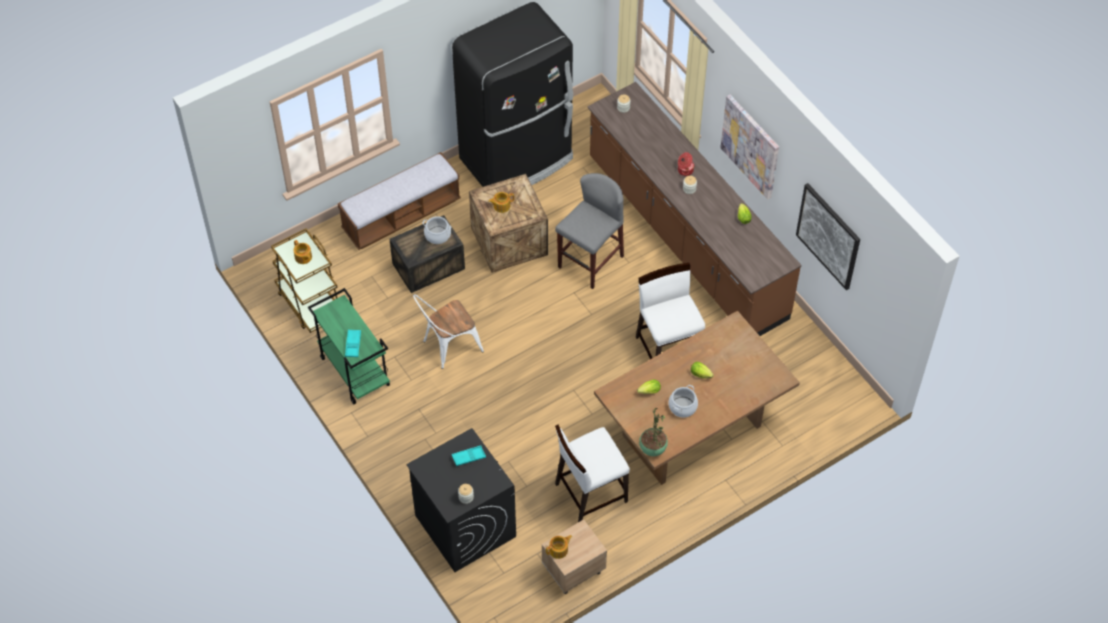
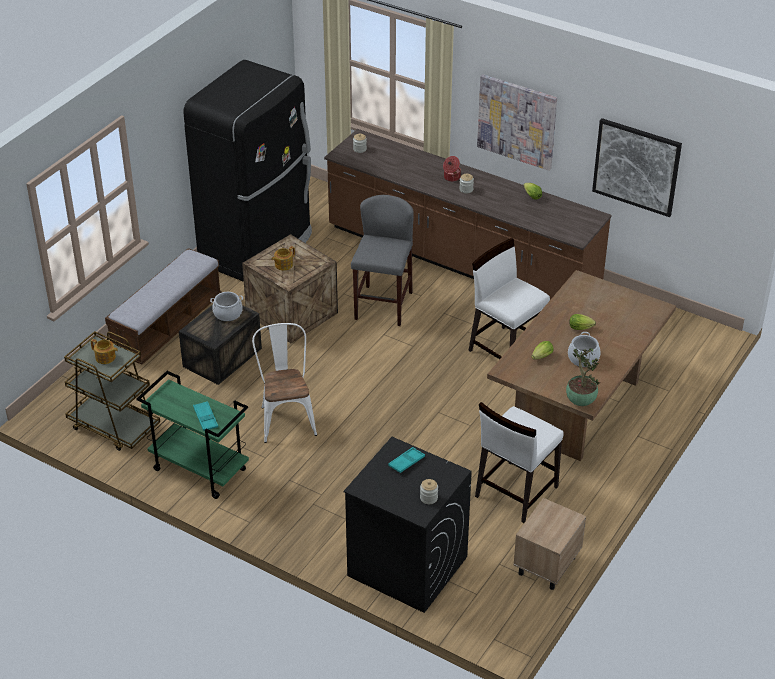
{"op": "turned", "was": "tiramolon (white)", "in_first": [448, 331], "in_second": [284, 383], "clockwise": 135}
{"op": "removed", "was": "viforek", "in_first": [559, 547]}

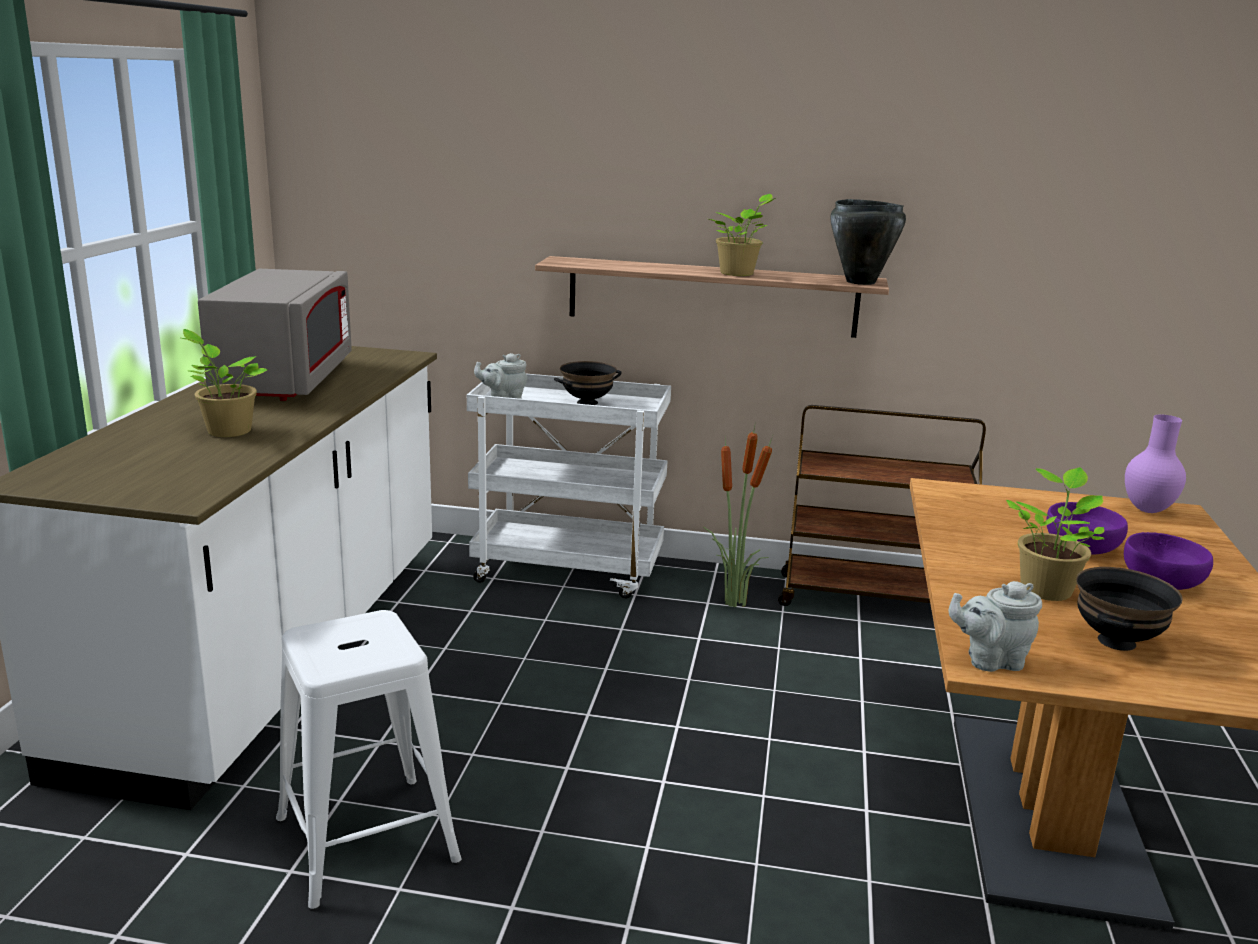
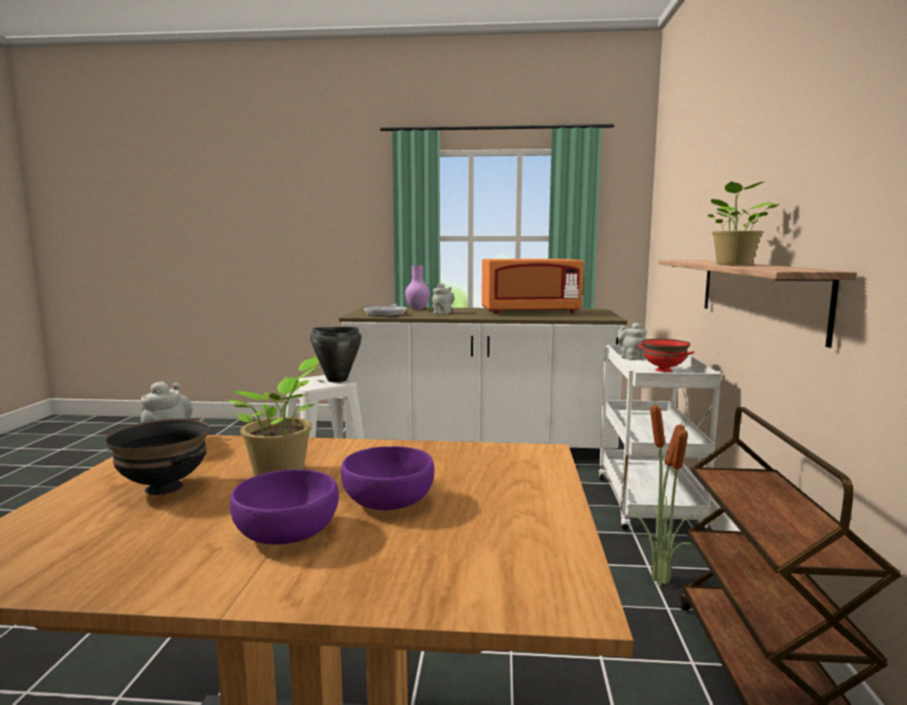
{"op": "moved", "was": "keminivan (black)", "in_first": [868, 242], "in_second": [336, 354]}
{"op": "recoloured", "was": "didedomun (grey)", "now": "didedomun (orange)", "in_first": [275, 335], "in_second": [533, 286]}
{"op": "replaced", "was": "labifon", "now": "viforek (grey)", "in_first": [224, 383], "in_second": [443, 298]}
{"op": "recoloured", "was": "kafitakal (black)", "now": "kafitakal (red)", "in_first": [587, 383], "in_second": [666, 355]}
{"op": "moved", "was": "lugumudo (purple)", "in_first": [1155, 463], "in_second": [417, 287]}
{"op": "added", "now": "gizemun", "in_second": [385, 310]}

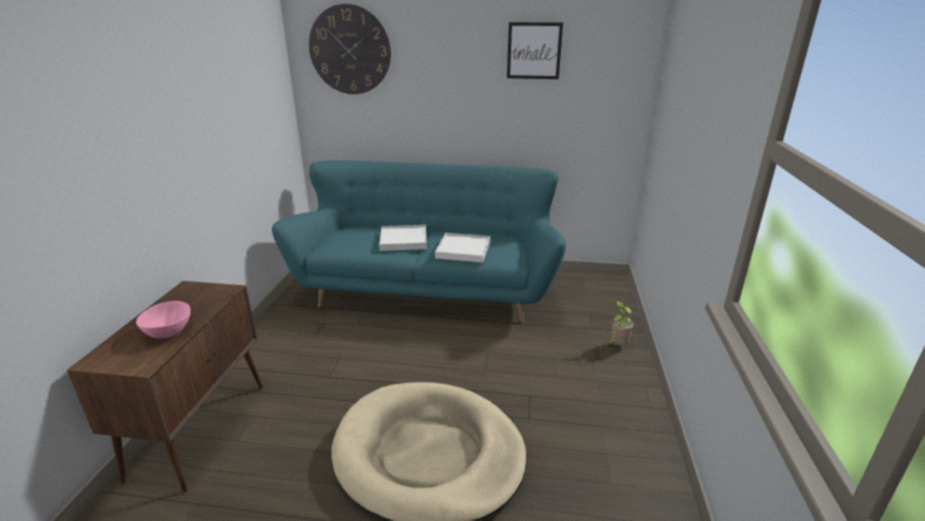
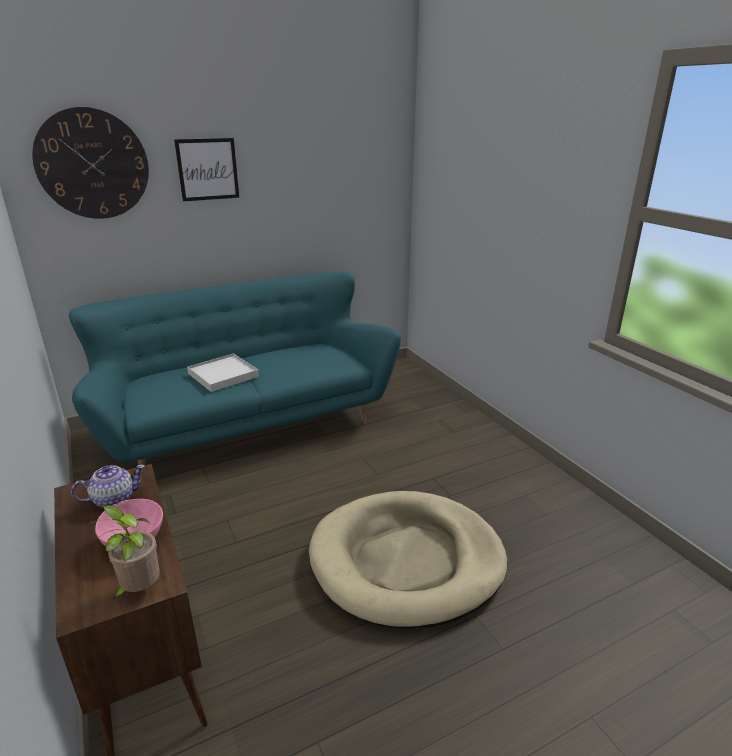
{"op": "moved", "was": "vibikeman", "in_first": [535, 50], "in_second": [206, 169]}
{"op": "removed", "was": "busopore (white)", "in_first": [462, 248]}
{"op": "moved", "was": "labifon", "in_first": [621, 322], "in_second": [125, 552]}
{"op": "added", "now": "viforek", "in_second": [108, 486]}

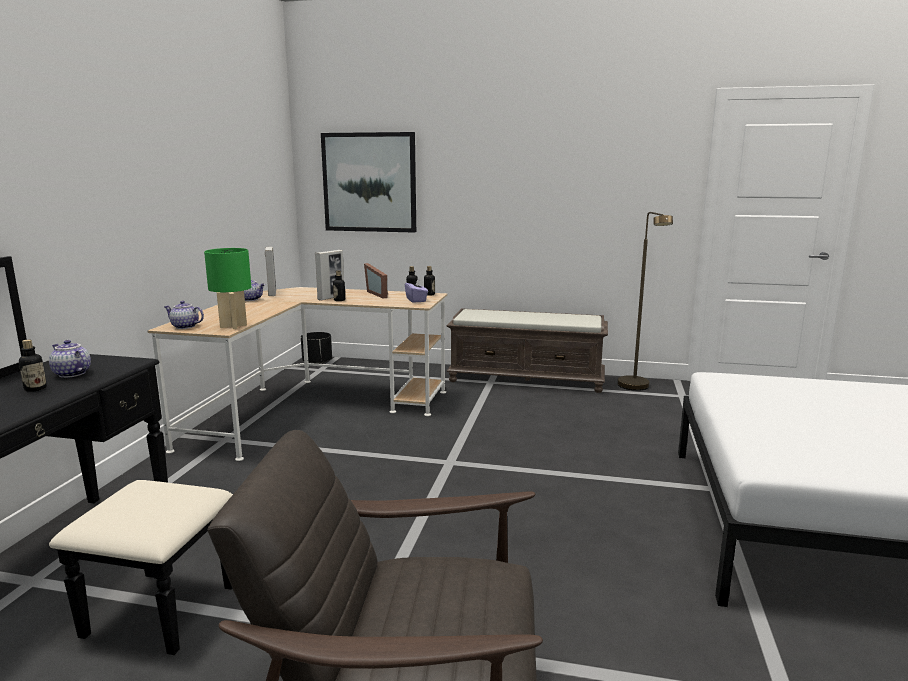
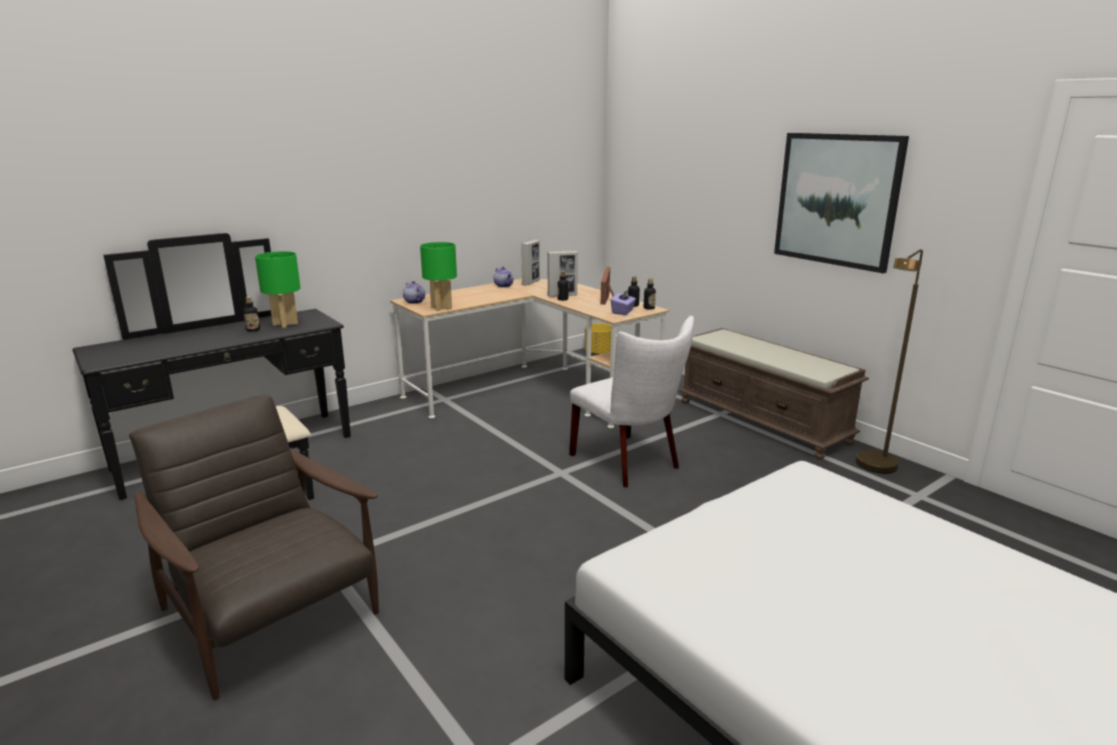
{"op": "moved", "was": "vibikeman", "in_first": [368, 182], "in_second": [841, 203]}
{"op": "recoloured", "was": "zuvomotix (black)", "now": "zuvomotix (yellow)", "in_first": [316, 348], "in_second": [598, 339]}
{"op": "replaced", "was": "viforek", "now": "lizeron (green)", "in_first": [70, 359], "in_second": [278, 289]}
{"op": "added", "now": "tiramolon (white)", "in_second": [631, 401]}

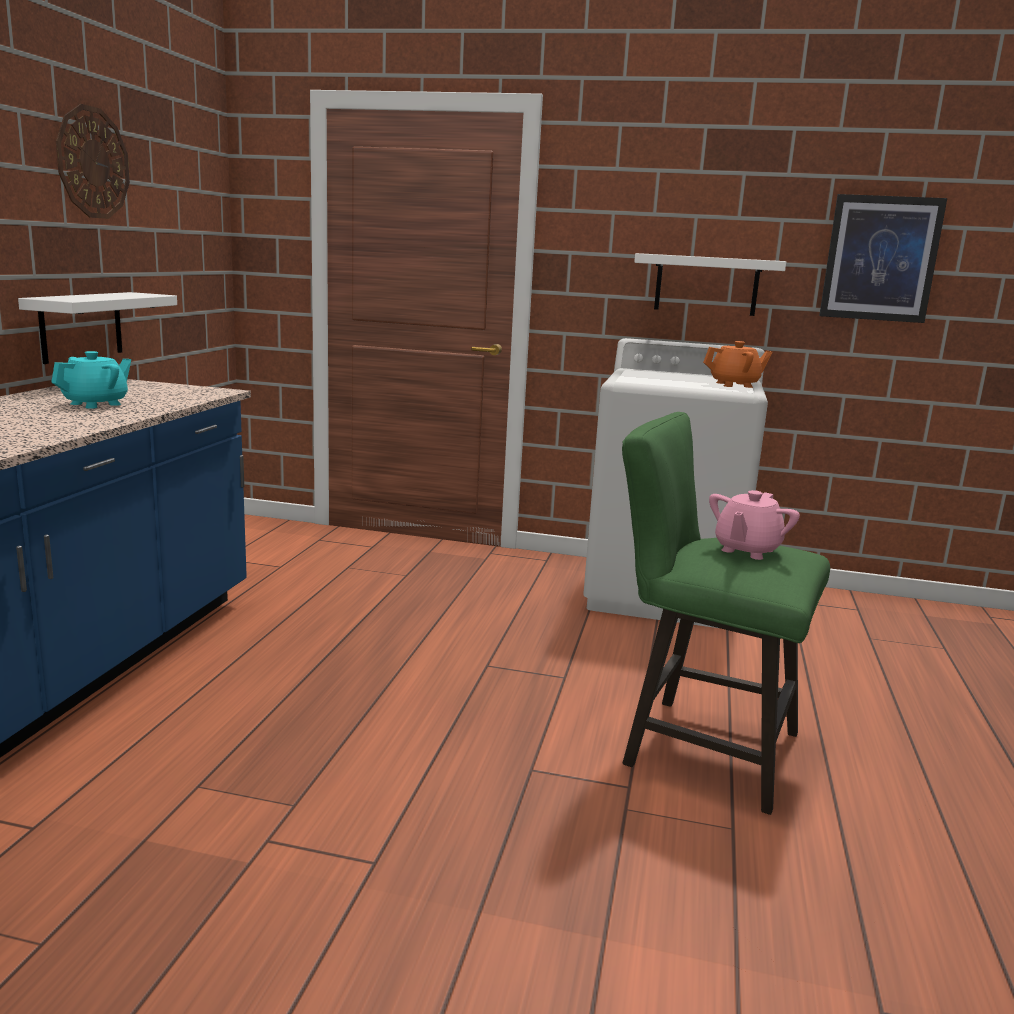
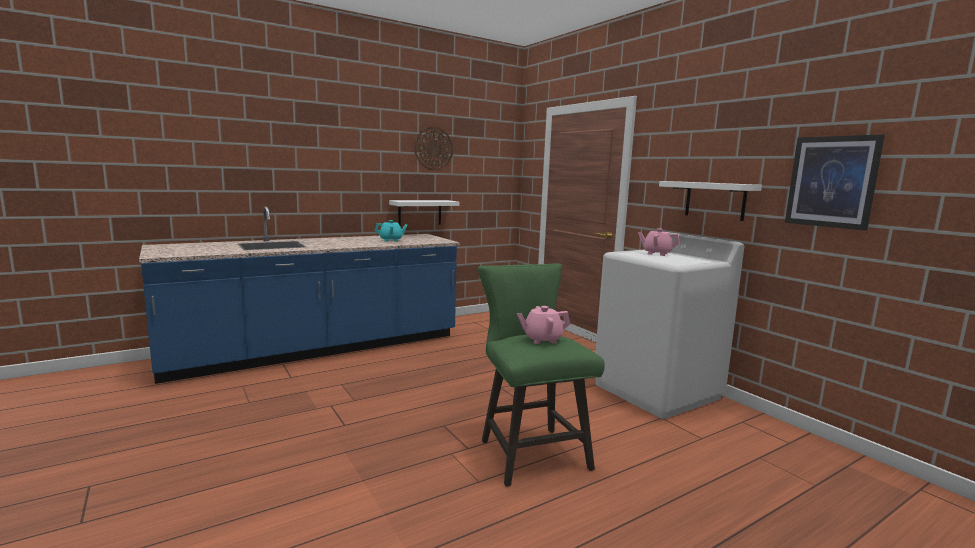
{"op": "removed", "was": "viforek (orange)", "in_first": [737, 364]}
{"op": "added", "now": "viforek (pink)", "in_second": [659, 242]}

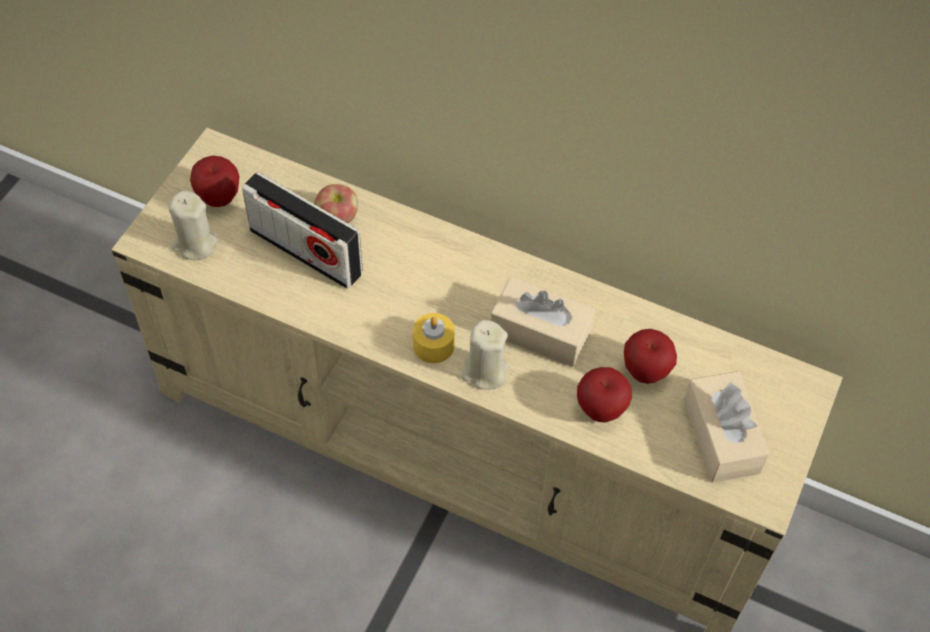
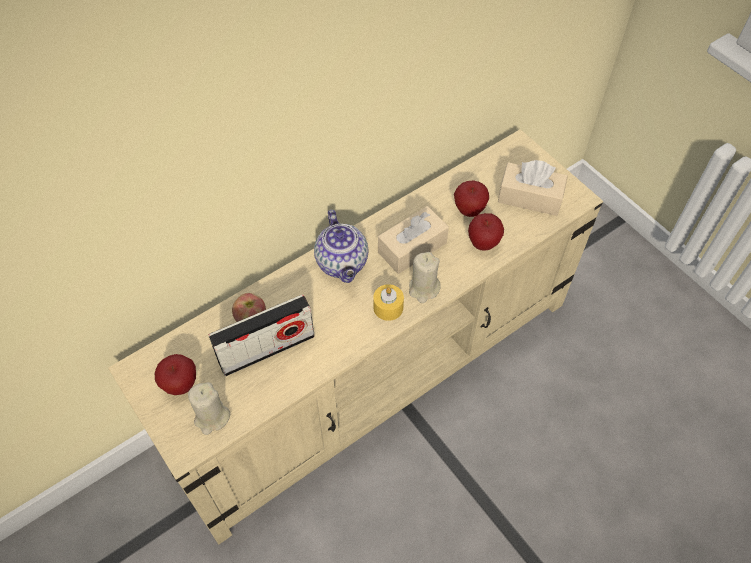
{"op": "added", "now": "viforek", "in_second": [341, 246]}

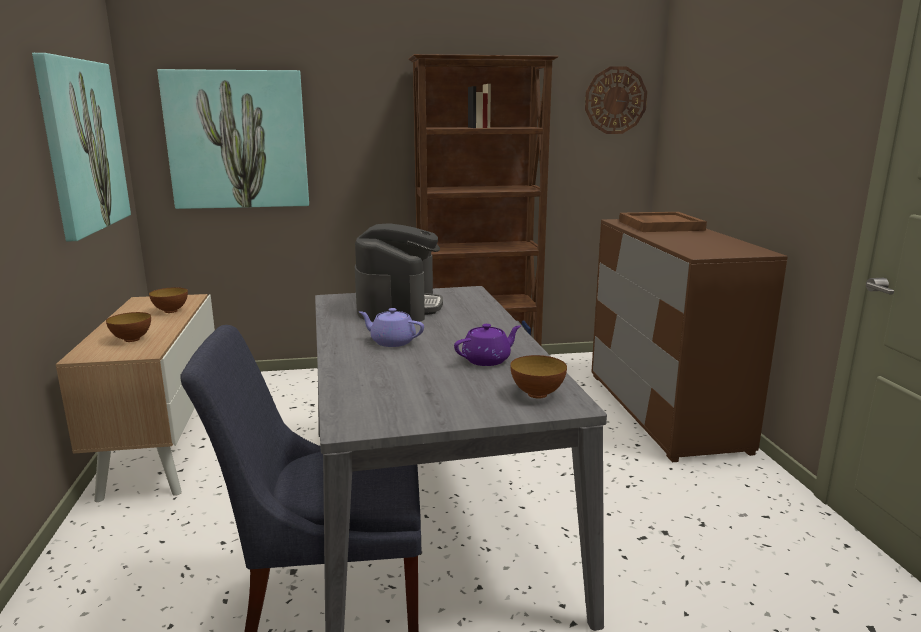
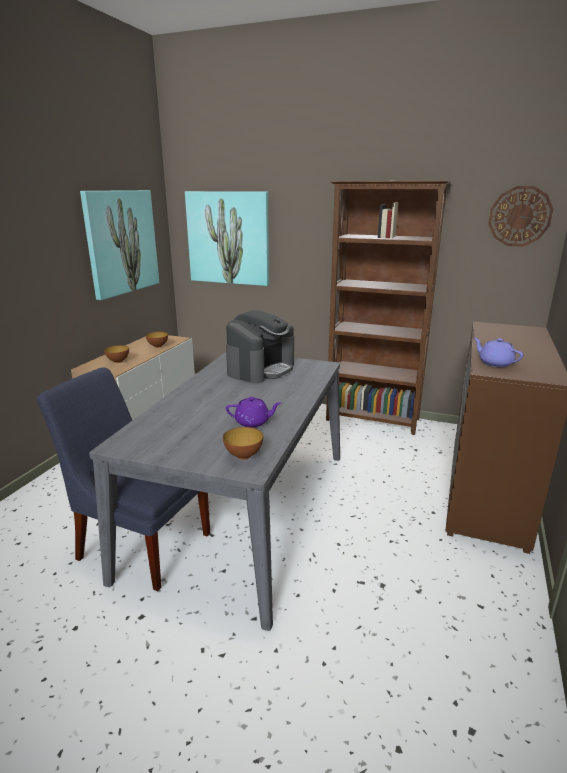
{"op": "removed", "was": "busopore (brown)", "in_first": [663, 222]}
{"op": "moved", "was": "viforek (purple)", "in_first": [391, 327], "in_second": [498, 352]}

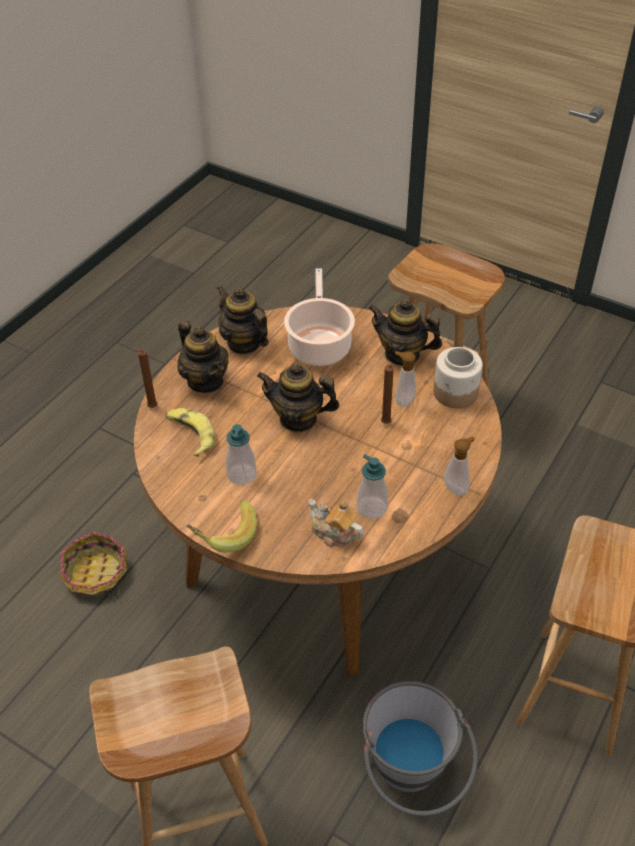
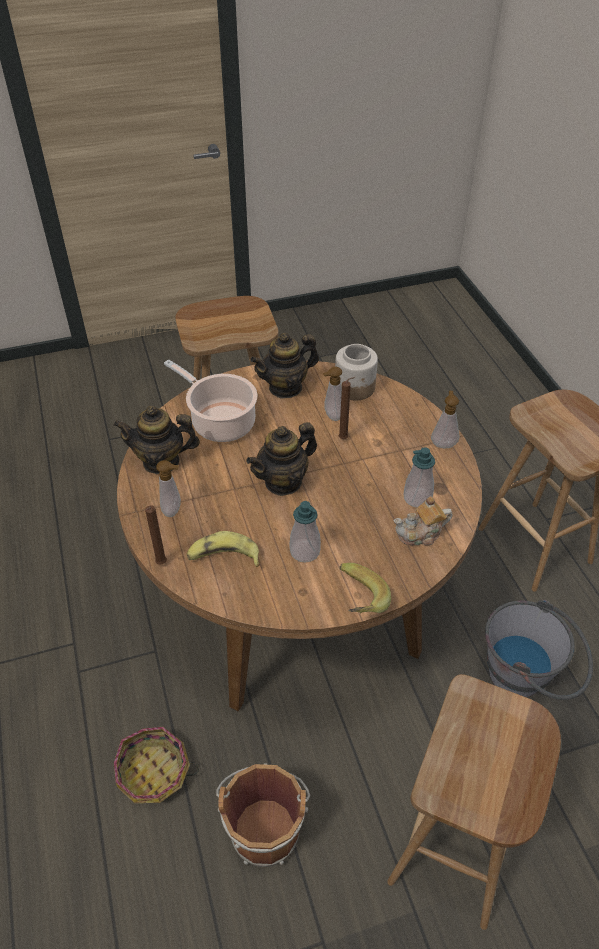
{"op": "replaced", "was": "viforek", "now": "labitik", "in_first": [202, 356], "in_second": [168, 488]}
{"op": "added", "now": "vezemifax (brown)", "in_second": [263, 815]}

